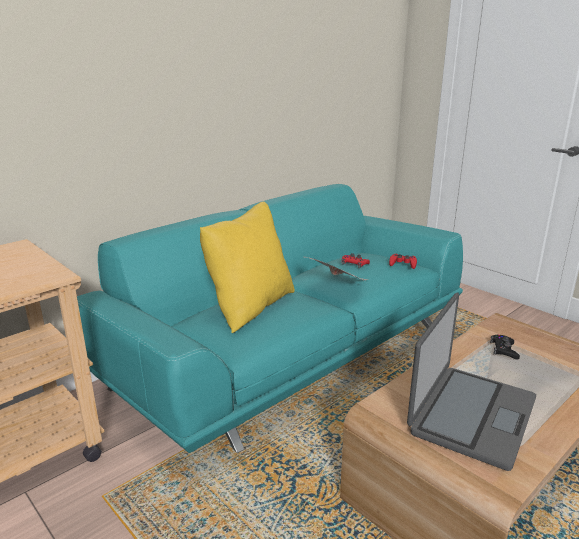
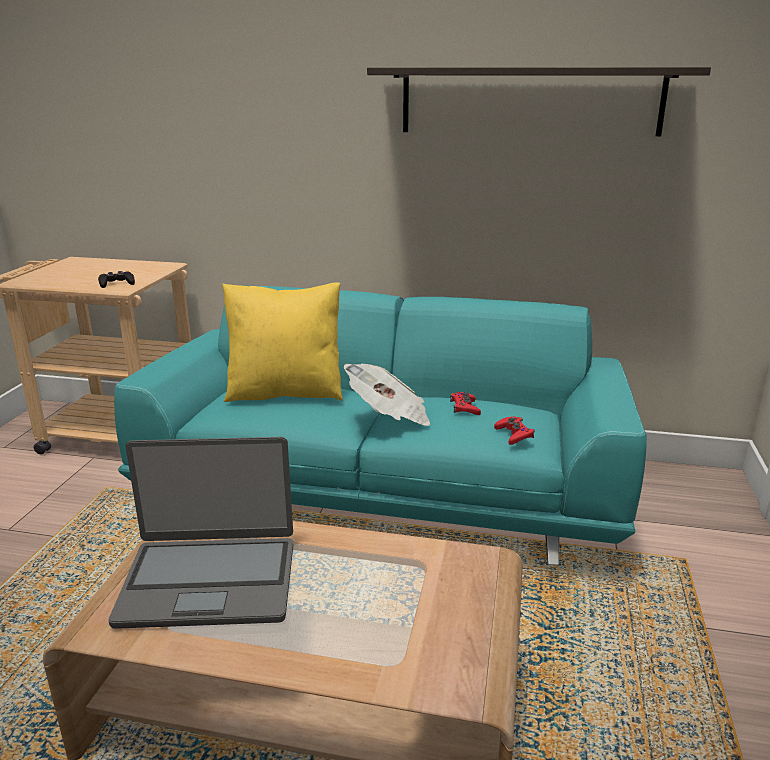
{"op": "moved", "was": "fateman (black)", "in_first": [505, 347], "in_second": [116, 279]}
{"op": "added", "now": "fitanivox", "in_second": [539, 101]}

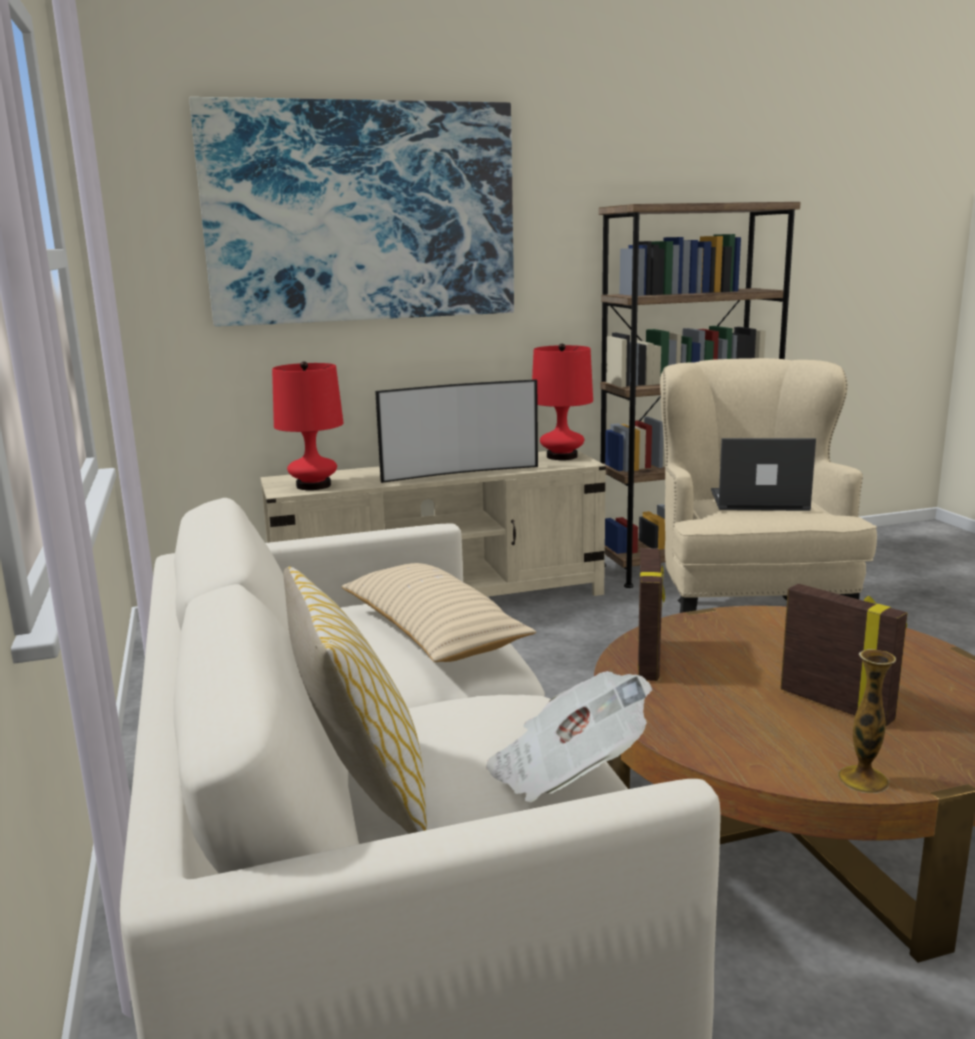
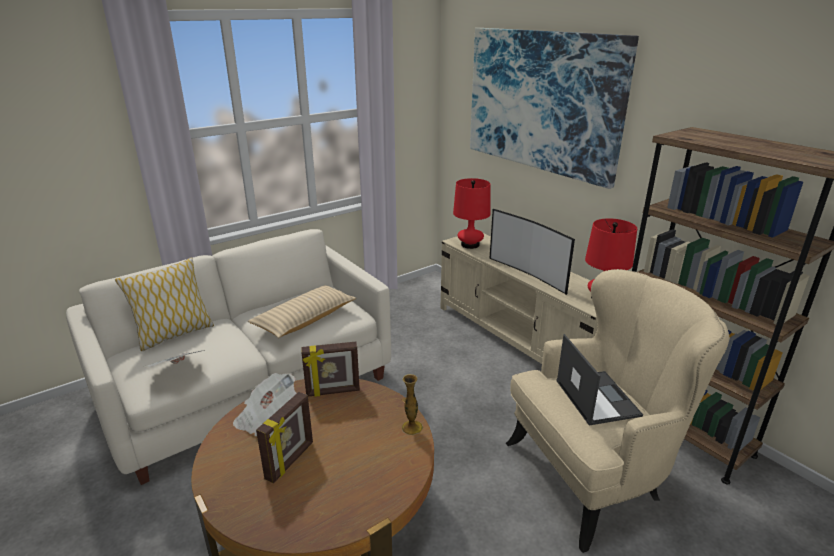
{"op": "moved", "was": "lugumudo", "in_first": [867, 721], "in_second": [412, 404]}
{"op": "added", "now": "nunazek", "in_second": [265, 404]}

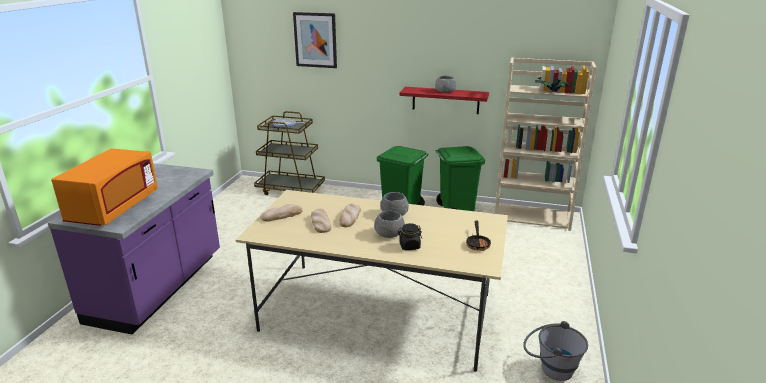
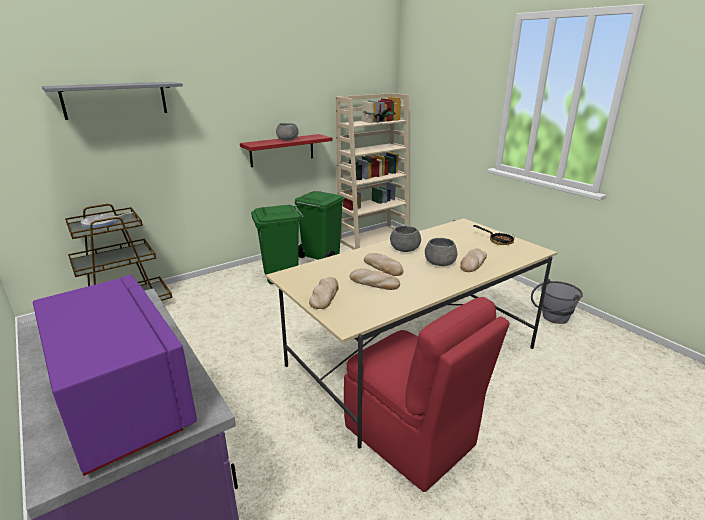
{"op": "replaced", "was": "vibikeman", "now": "fitanivox (grey)", "in_first": [315, 40], "in_second": [112, 101]}
{"op": "recoloured", "was": "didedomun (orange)", "now": "didedomun (purple)", "in_first": [104, 187], "in_second": [115, 375]}
{"op": "replaced", "was": "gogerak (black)", "now": "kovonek", "in_first": [409, 236], "in_second": [473, 260]}
{"op": "added", "now": "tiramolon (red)", "in_second": [427, 394]}

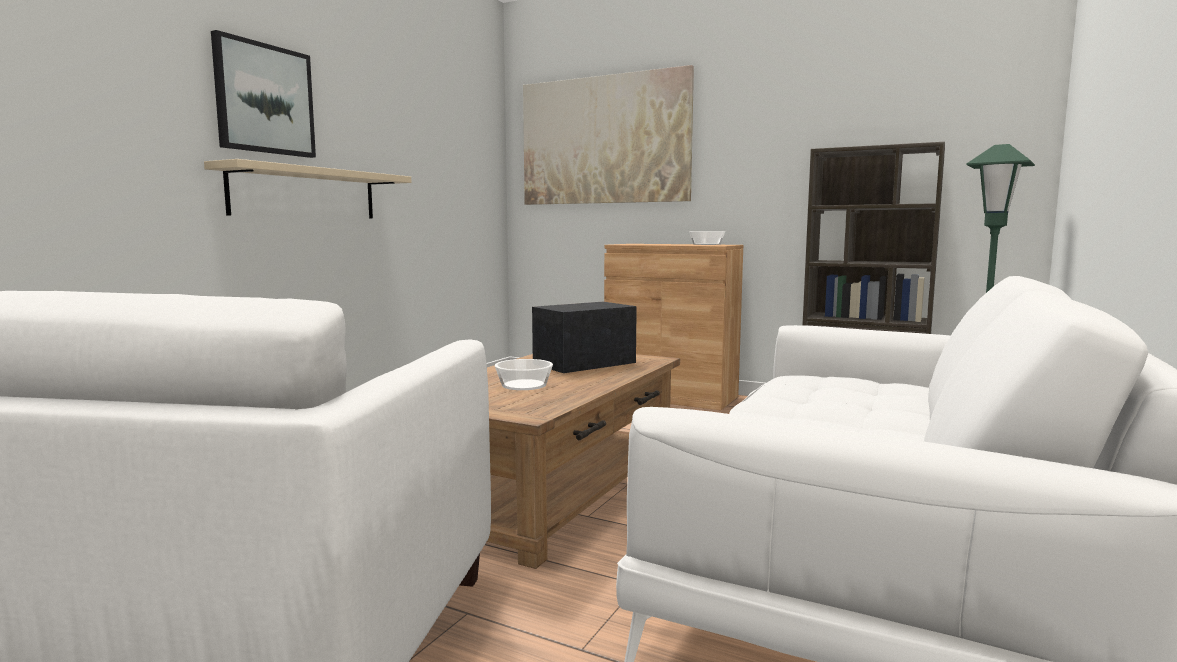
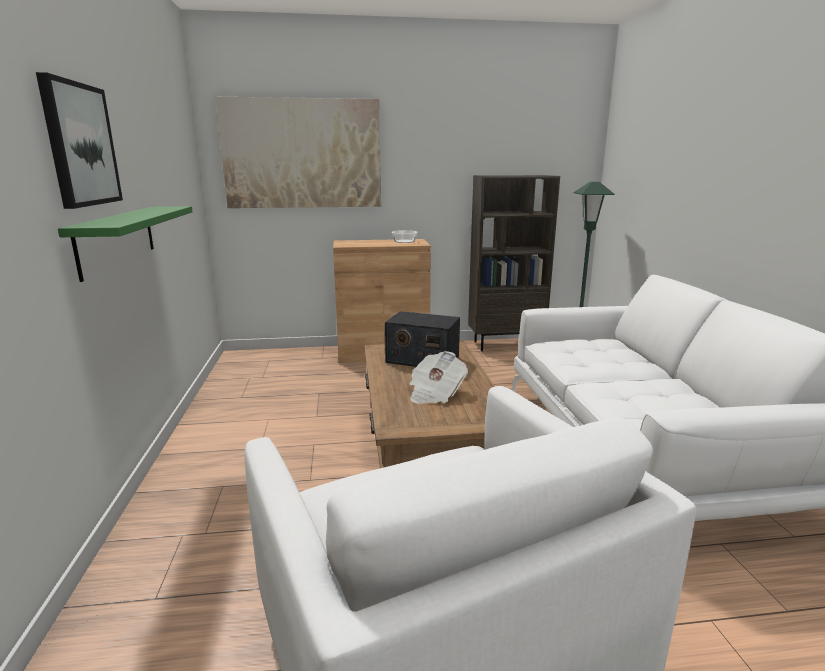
{"op": "recoloured", "was": "fitanivox (beige)", "now": "fitanivox (green)", "in_first": [307, 189], "in_second": [125, 244]}
{"op": "turned", "was": "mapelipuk", "in_first": [584, 337], "in_second": [422, 339], "clockwise": -90}
{"op": "replaced", "was": "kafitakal", "now": "nunazek", "in_first": [524, 374], "in_second": [438, 377]}

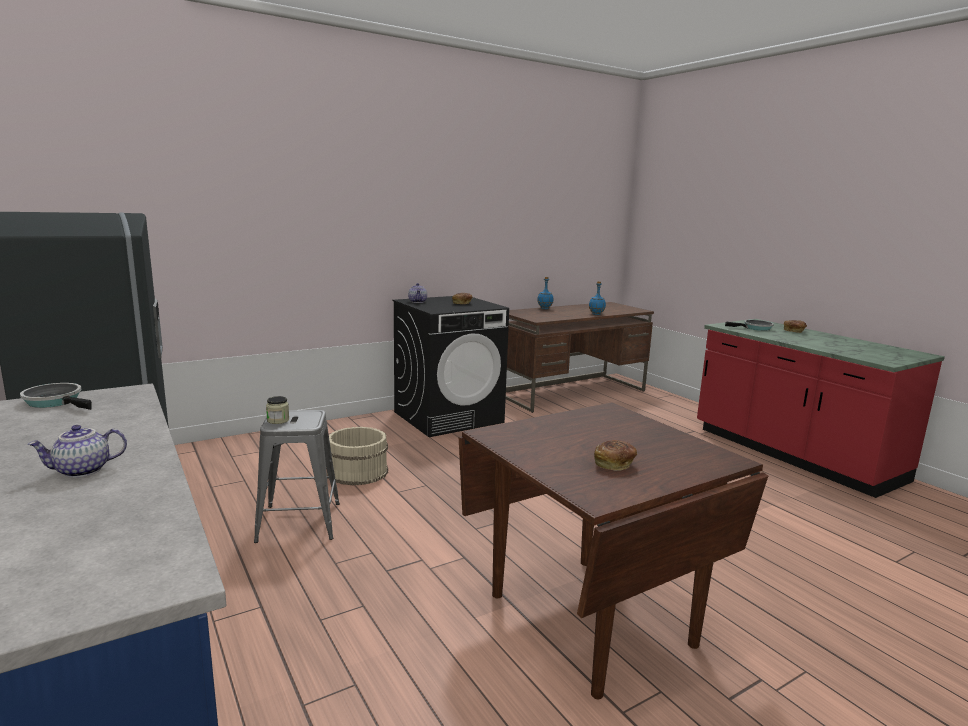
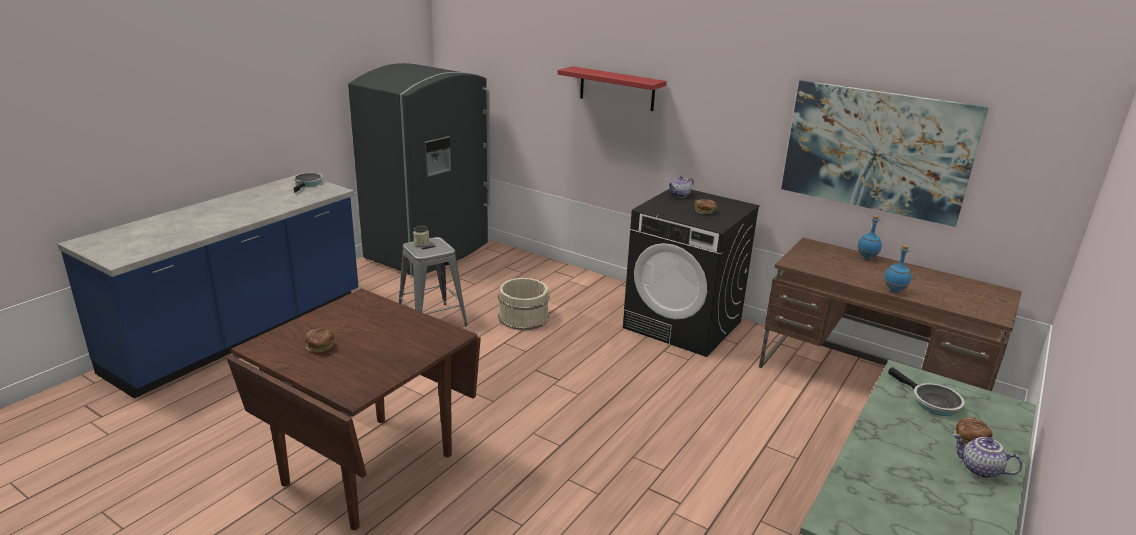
{"op": "moved", "was": "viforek", "in_first": [77, 451], "in_second": [988, 455]}
{"op": "added", "now": "fitanivox (red)", "in_second": [612, 88]}
{"op": "added", "now": "vibikeman", "in_second": [885, 153]}

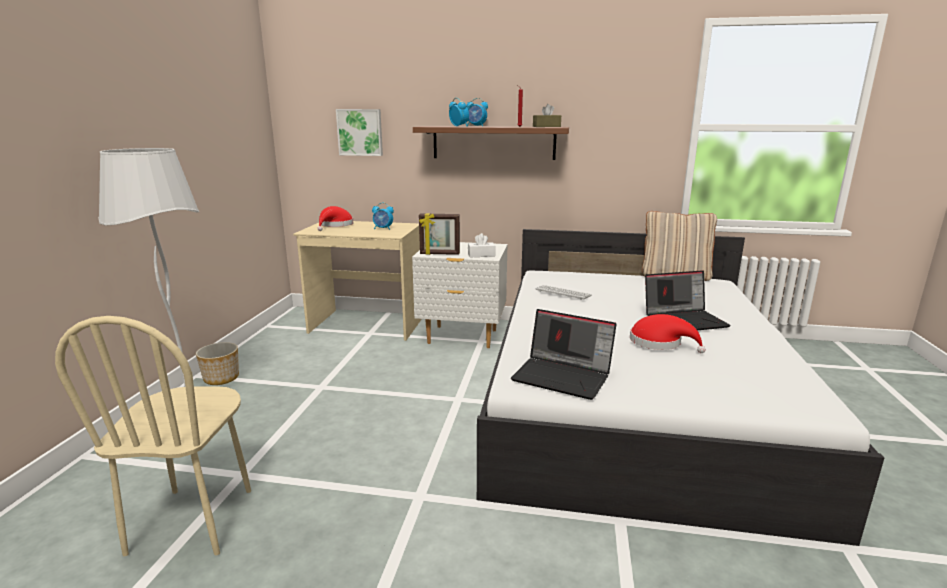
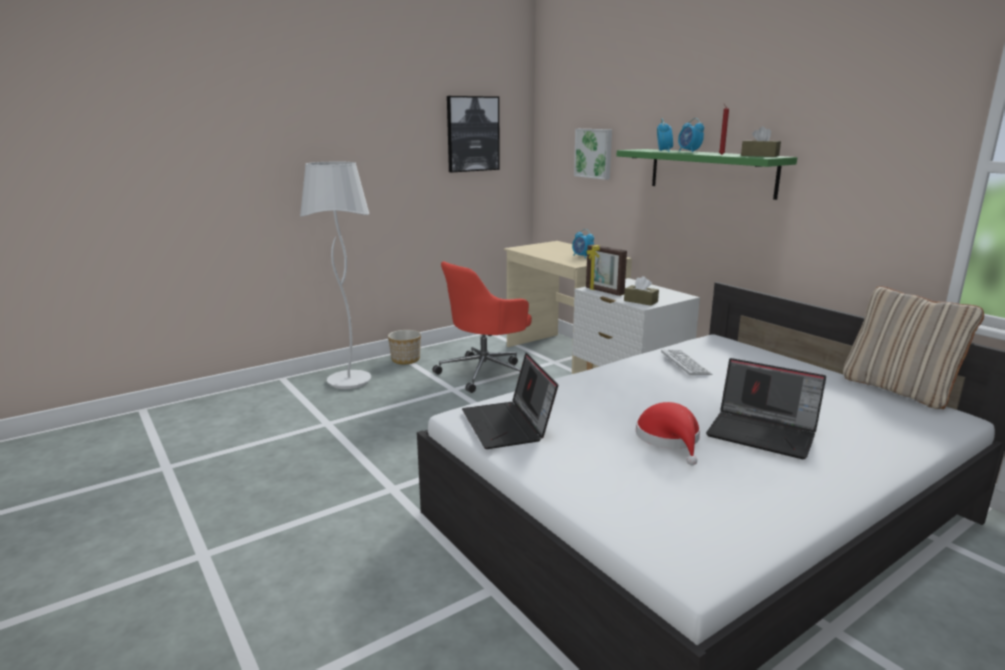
{"op": "recoloured", "was": "fitanivox (brown)", "now": "fitanivox (green)", "in_first": [491, 143], "in_second": [707, 174]}
{"op": "removed", "was": "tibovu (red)", "in_first": [335, 218]}
{"op": "recoloured", "was": "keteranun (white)", "now": "keteranun (brown)", "in_first": [482, 245], "in_second": [641, 291]}
{"op": "removed", "was": "tiramolon (beige)", "in_first": [153, 436]}
{"op": "added", "now": "vibikeman", "in_second": [473, 134]}
{"op": "added", "now": "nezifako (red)", "in_second": [482, 327]}

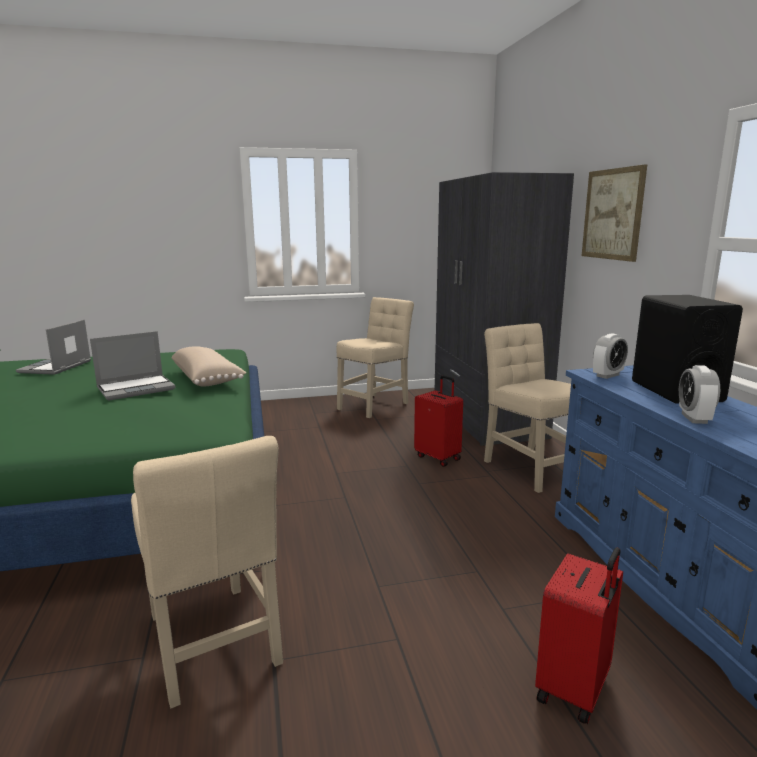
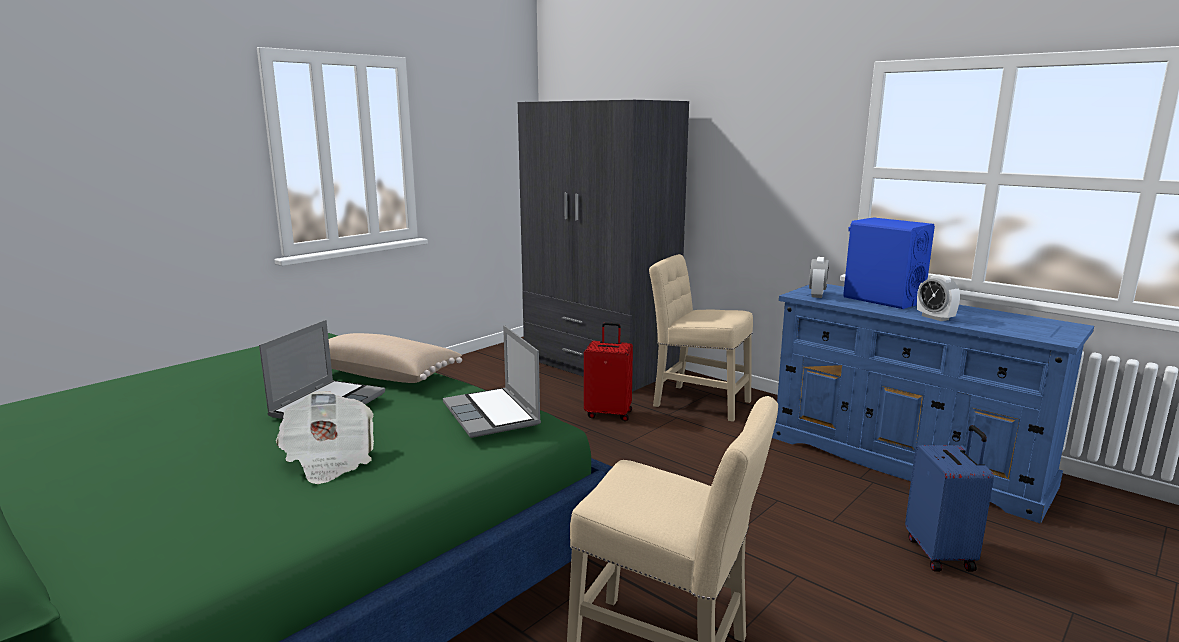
{"op": "removed", "was": "vibikeman", "in_first": [614, 213]}
{"op": "recoloured", "was": "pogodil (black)", "now": "pogodil (blue)", "in_first": [687, 349], "in_second": [889, 263]}
{"op": "removed", "was": "tiramolon (beige)", "in_first": [375, 357]}
{"op": "moved", "was": "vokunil", "in_first": [53, 347], "in_second": [492, 381]}
{"op": "recoloured", "was": "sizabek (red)", "now": "sizabek (blue)", "in_first": [579, 636], "in_second": [949, 498]}
{"op": "added", "now": "nunazek", "in_second": [325, 437]}

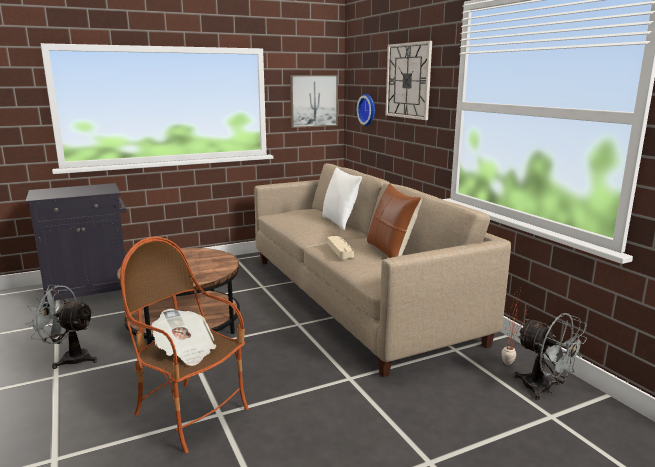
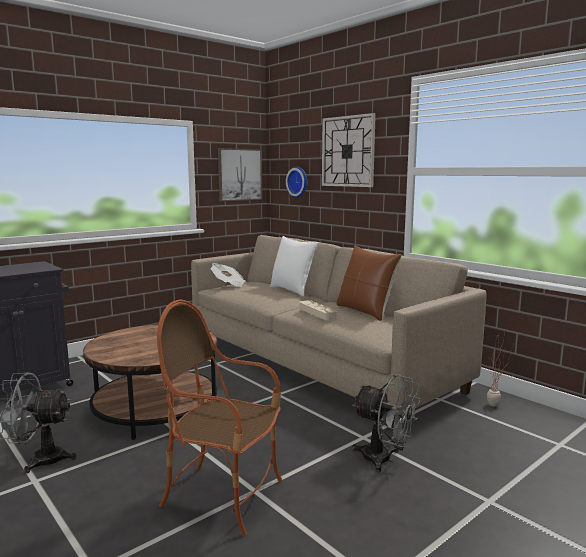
{"op": "moved", "was": "nunazek", "in_first": [184, 337], "in_second": [228, 275]}
{"op": "moved", "was": "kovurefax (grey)", "in_first": [550, 356], "in_second": [386, 423]}

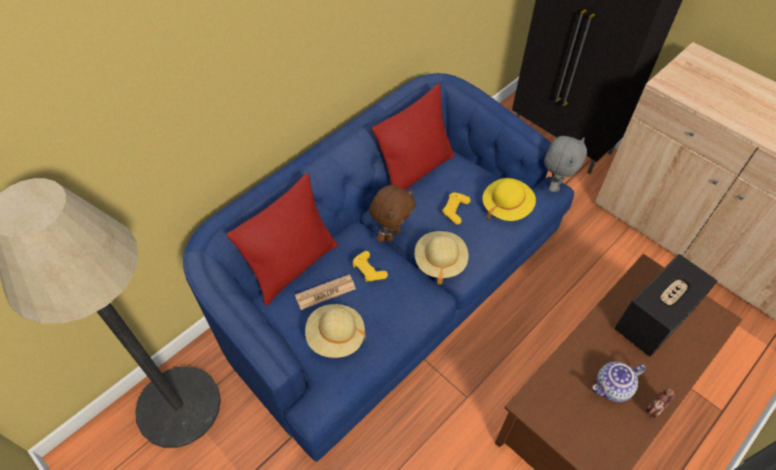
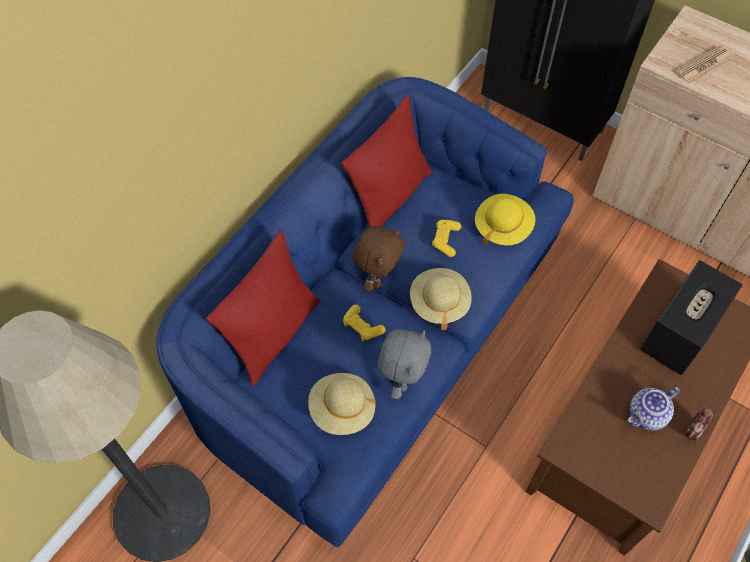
{"op": "moved", "was": "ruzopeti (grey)", "in_first": [565, 164], "in_second": [404, 364]}
{"op": "moved", "was": "nunazek", "in_first": [325, 292], "in_second": [703, 64]}

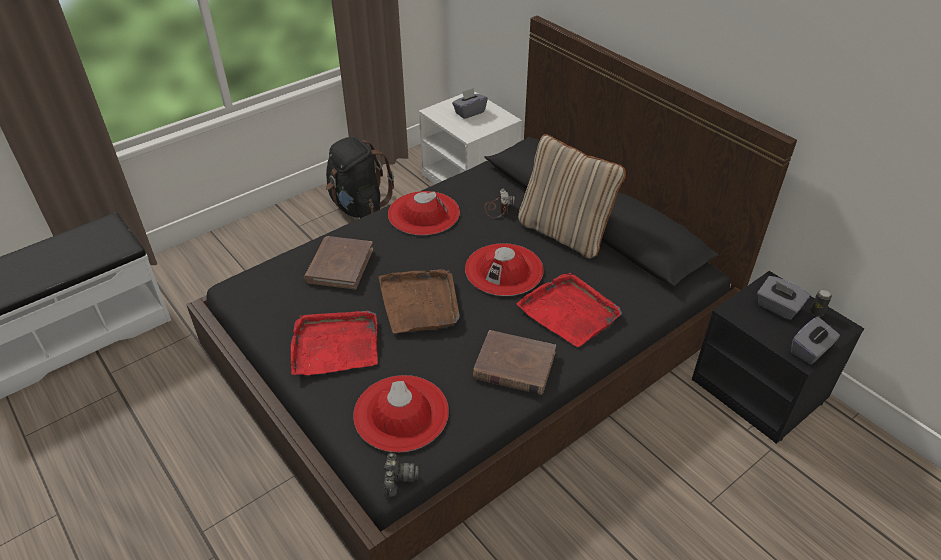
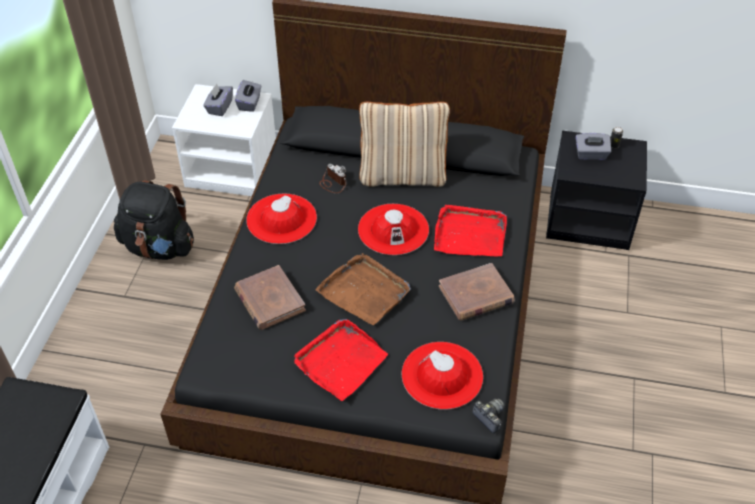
{"op": "moved", "was": "keteranun (grey)", "in_first": [815, 340], "in_second": [248, 96]}

